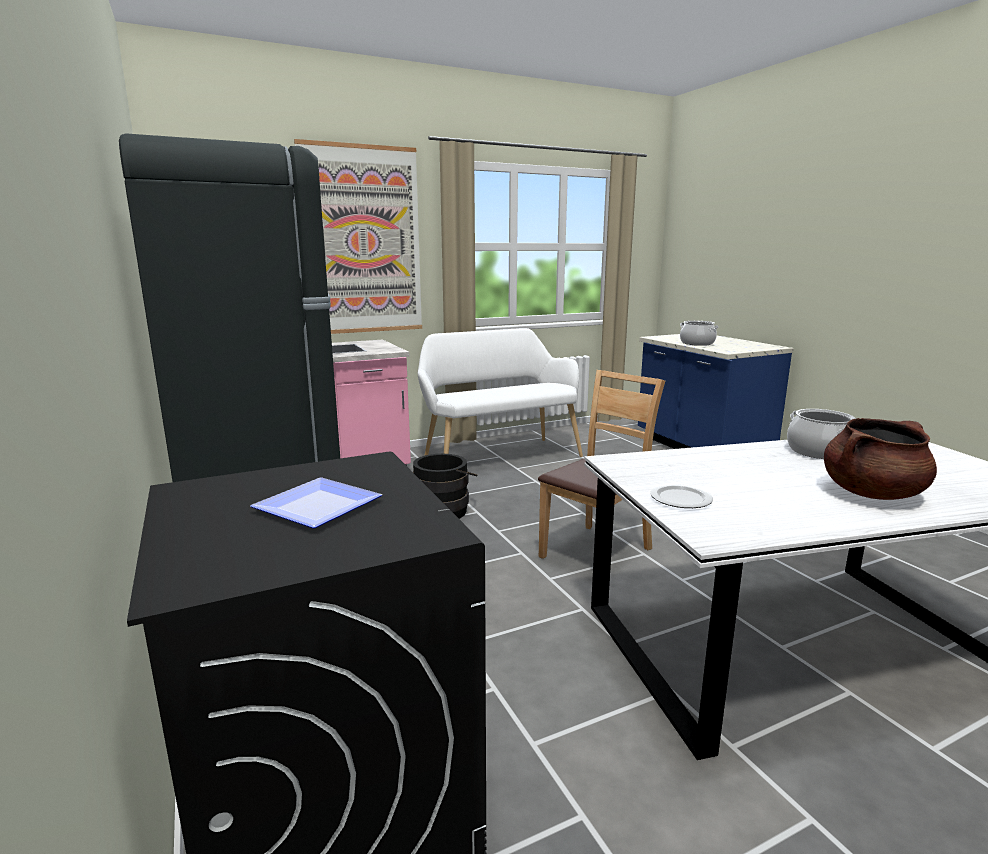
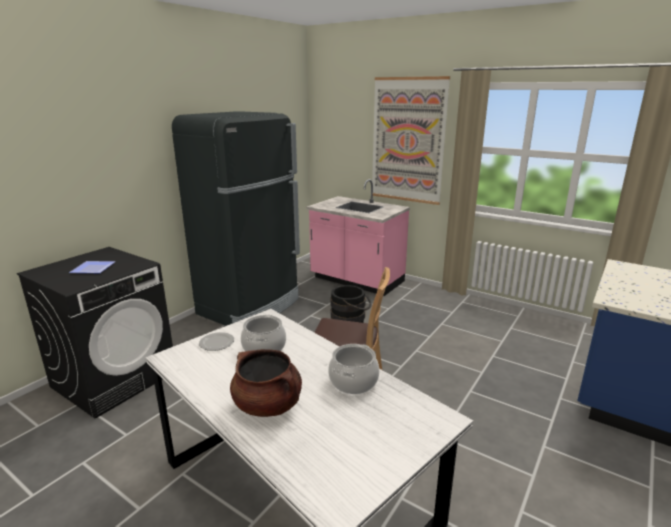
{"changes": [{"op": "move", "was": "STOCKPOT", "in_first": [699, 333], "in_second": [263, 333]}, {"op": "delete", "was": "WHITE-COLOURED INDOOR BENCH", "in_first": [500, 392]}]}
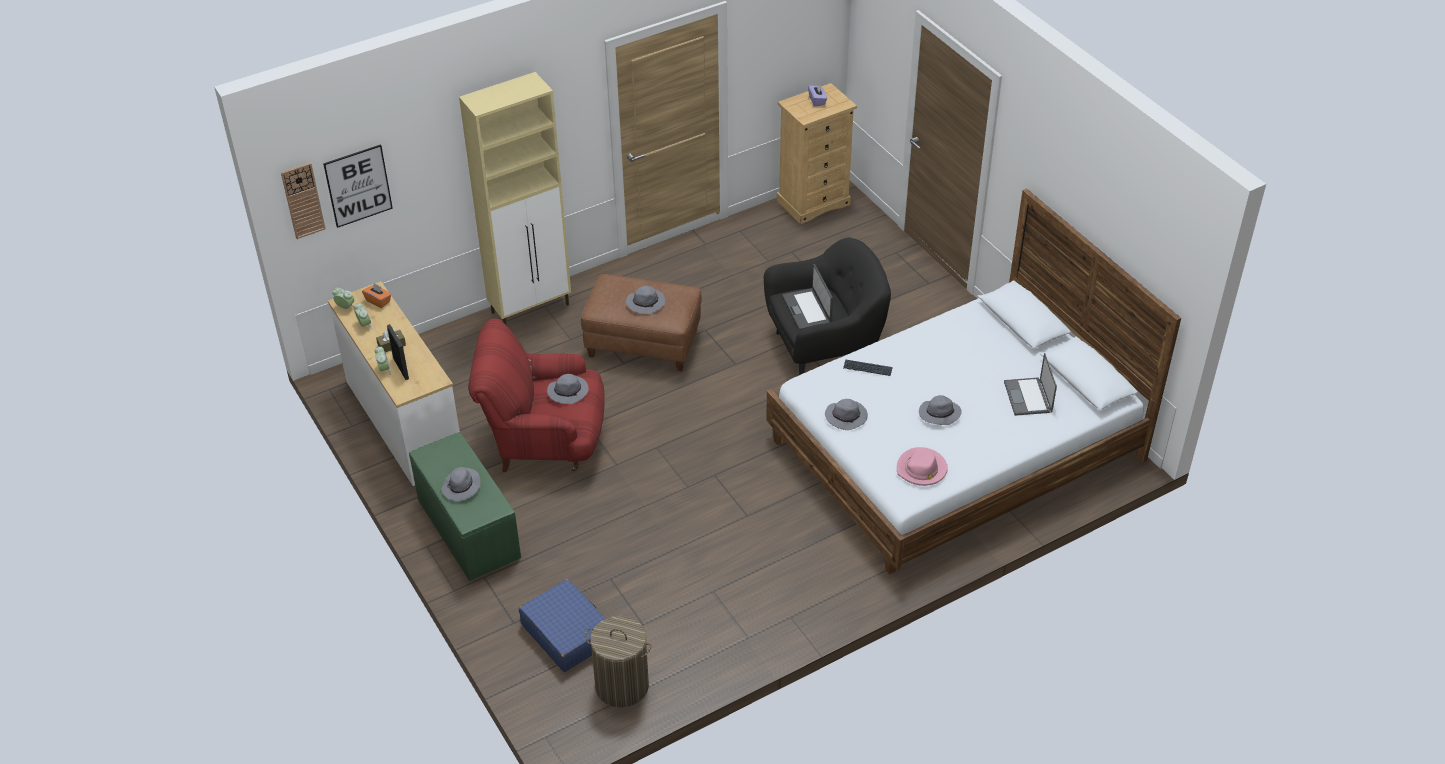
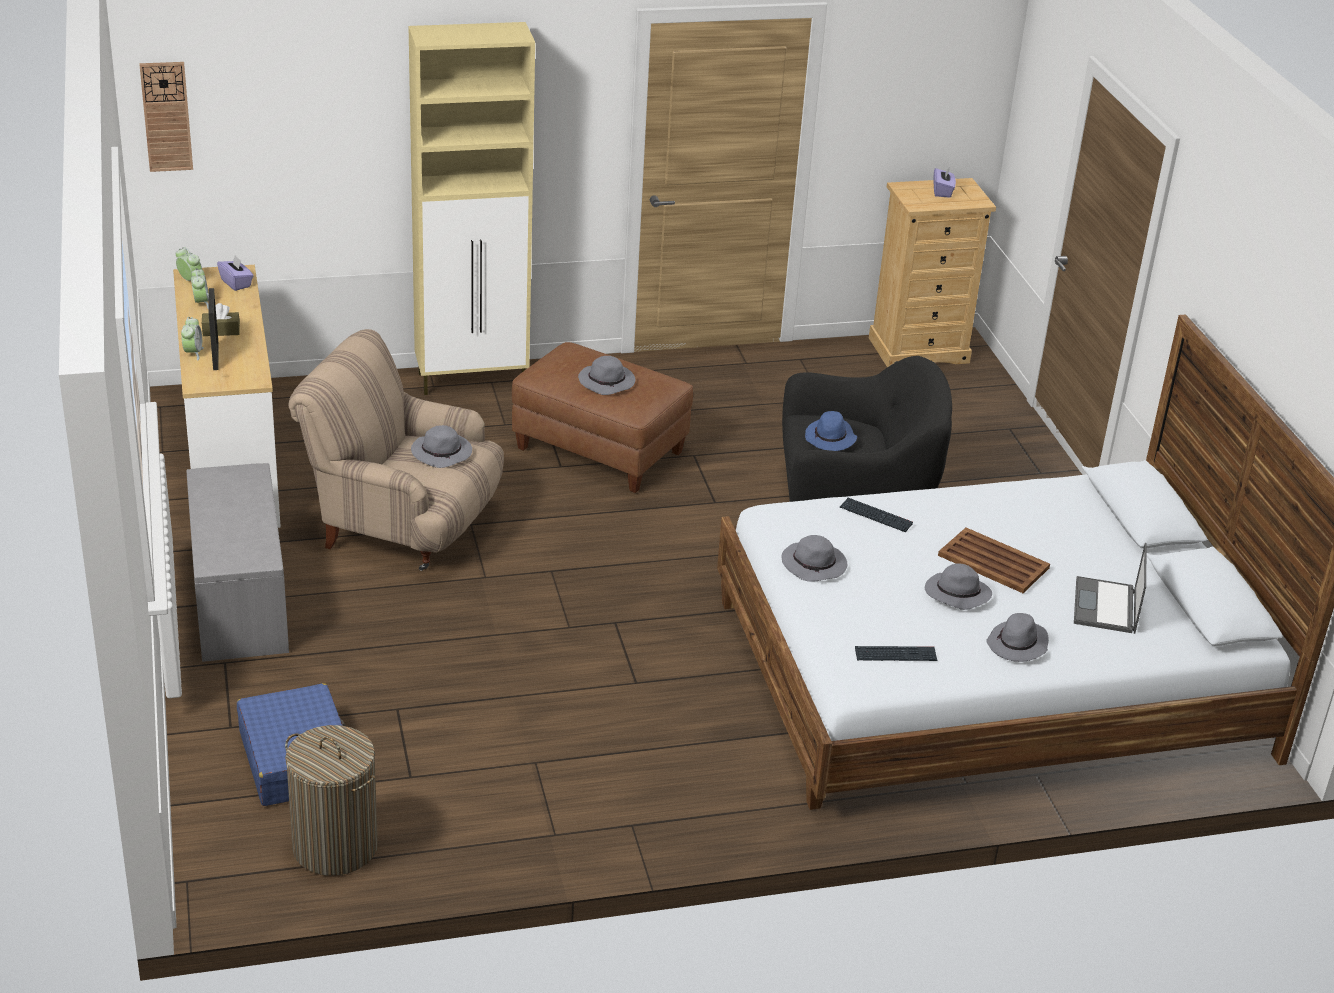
{"changes": [{"op": "delete", "was": "WALL ART", "in_first": [358, 186]}, {"op": "replace", "was": "LAPTOP", "now": "BLUE WEARABLE HAT", "in_first": [807, 297], "in_second": [831, 431]}, {"op": "recolor", "was": "ORANGE-COLOURED BOX OF TISSUES", "now": "PURPLE-COLOURED BOX OF TISSUES", "in_first": [376, 295], "in_second": [235, 273]}, {"op": "recolor", "was": "REDDISH EASY CHAIR", "now": "BEIGE EASY CHAIR", "in_first": [536, 395], "in_second": [396, 450]}, {"op": "recolor", "was": "GREEN INDOOR BENCH", "now": "GREY INDOOR BENCH", "in_first": [465, 506], "in_second": [238, 562]}, {"op": "replace", "was": "PINK-COLOURED WEARABLE HAT", "now": "KEYBOARD", "in_first": [922, 466], "in_second": [896, 653]}, {"op": "move", "was": "GREY WEARABLE HAT", "in_first": [460, 484], "in_second": [1017, 637]}, {"op": "insert", "now": "BROWN TRAY", "in_second": [994, 560]}]}
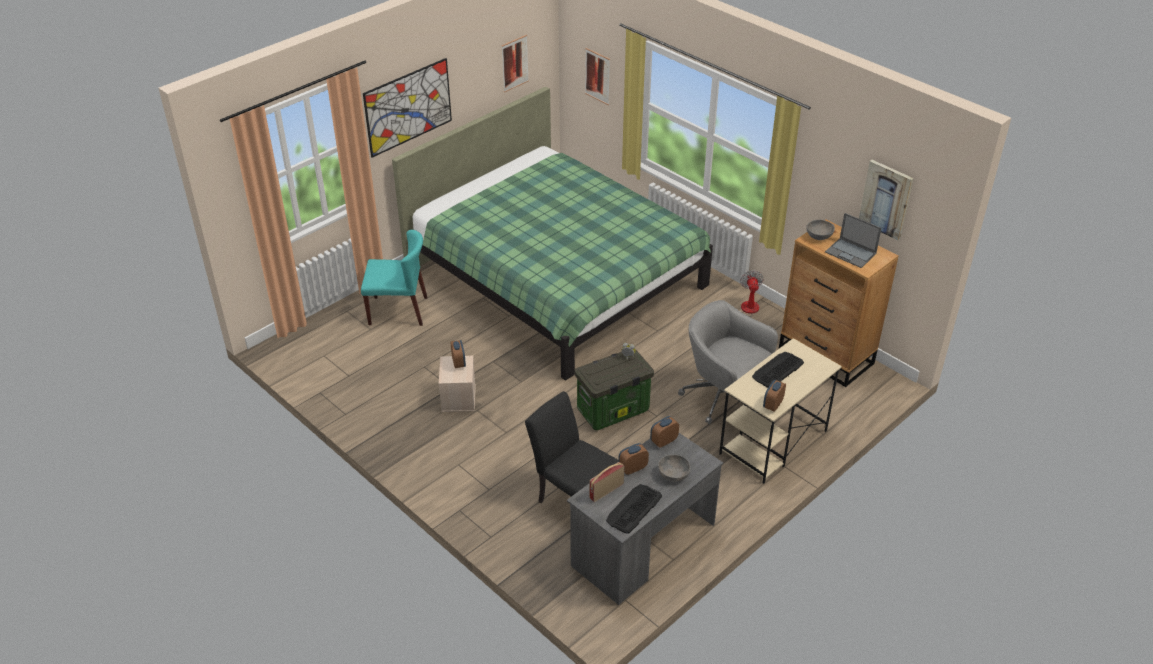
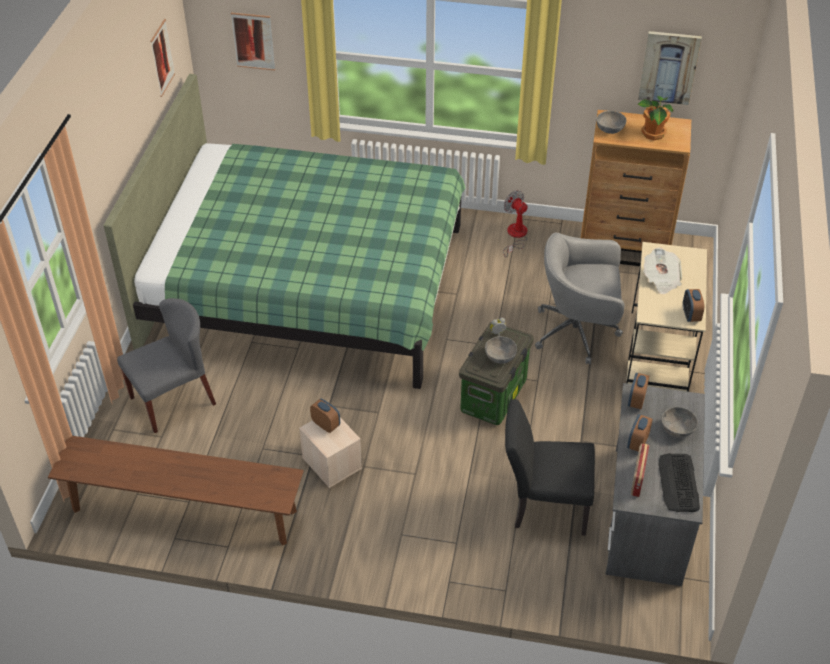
{"changes": [{"op": "delete", "was": "WALL ART", "in_first": [407, 108]}, {"op": "replace", "was": "LAPTOP", "now": "PLANT IN A POT", "in_first": [853, 240], "in_second": [655, 118]}, {"op": "recolor", "was": "TURQUOISE PLAIN CHAIR", "now": "GREY PLAIN CHAIR", "in_first": [394, 278], "in_second": [166, 365]}, {"op": "replace", "was": "KEYBOARD", "now": "PRINTED PAPER", "in_first": [778, 370], "in_second": [662, 270]}, {"op": "insert", "now": "GREY DEEP DISH", "in_second": [501, 350]}, {"op": "insert", "now": "BROWN INDOOR BENCH", "in_second": [176, 490]}]}
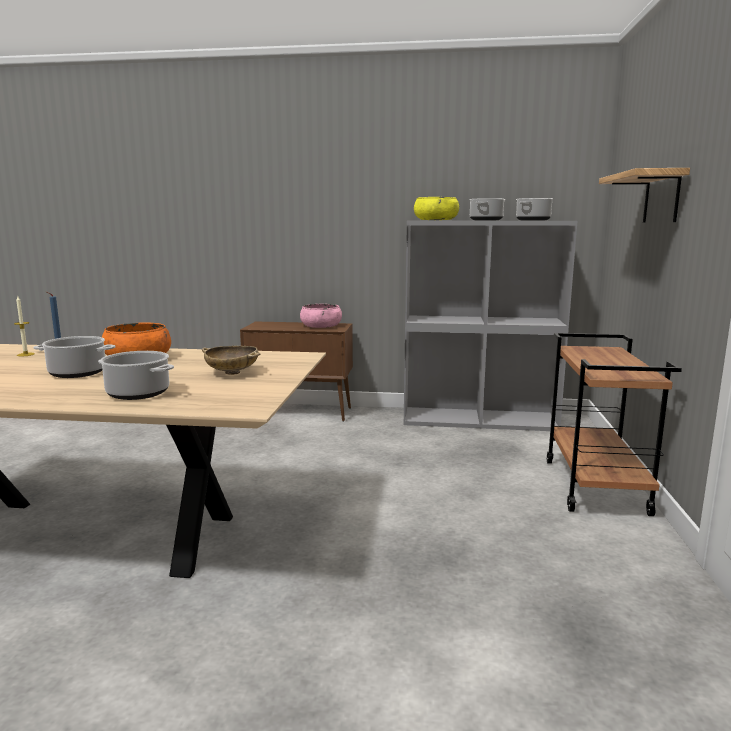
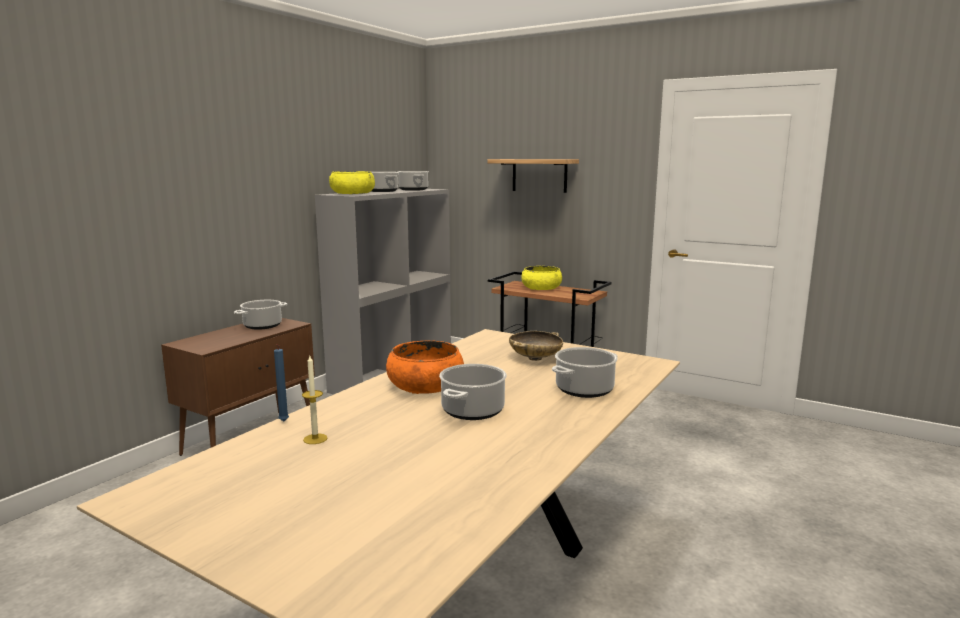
{"changes": [{"op": "replace", "was": "PINK-COLOURED DEEP DISH", "now": "STOCKPOT", "in_first": [321, 316], "in_second": [260, 315]}, {"op": "insert", "now": "YELLOW DEEP DISH", "in_second": [541, 278]}]}
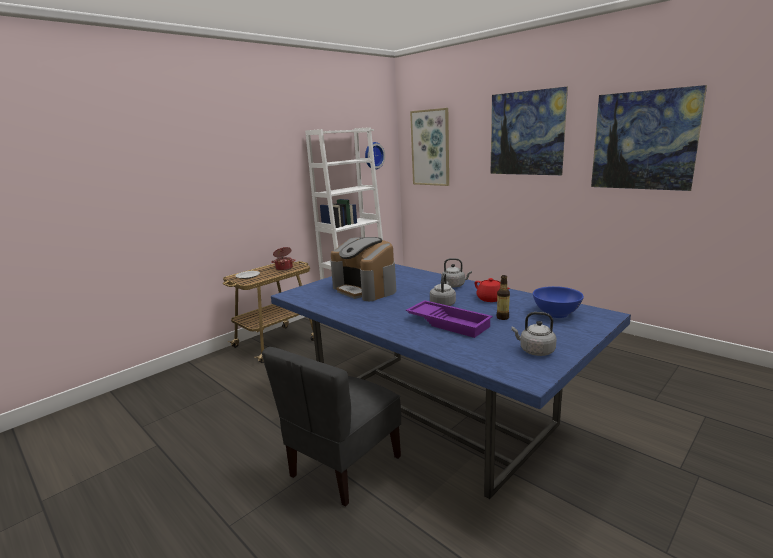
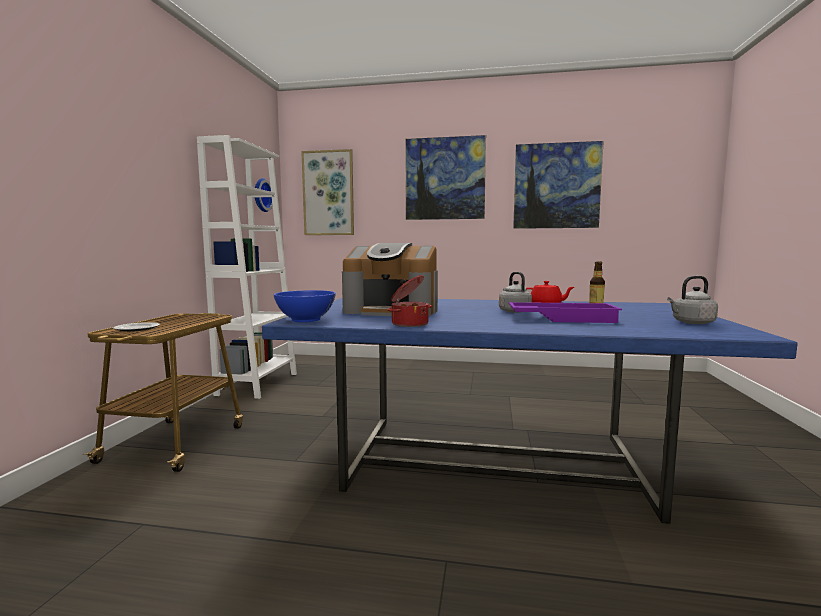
{"changes": [{"op": "move", "was": "STOCKPOT", "in_first": [283, 259], "in_second": [409, 301]}, {"op": "delete", "was": "GREY WATER KETTLE", "in_first": [456, 273]}, {"op": "move", "was": "BLUE DEEP DISH", "in_first": [558, 302], "in_second": [305, 306]}, {"op": "delete", "was": "GREY PLAIN CHAIR", "in_first": [331, 426]}]}
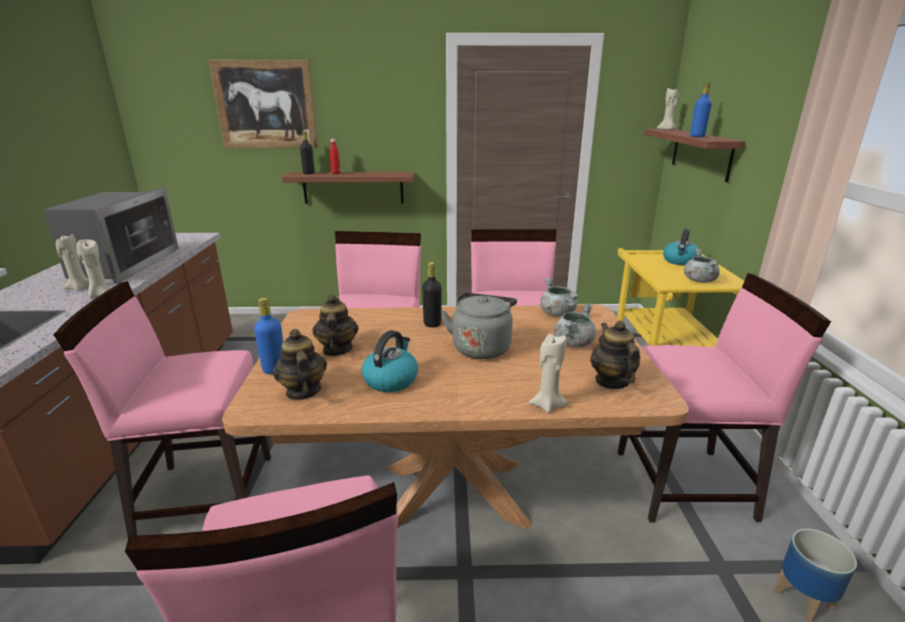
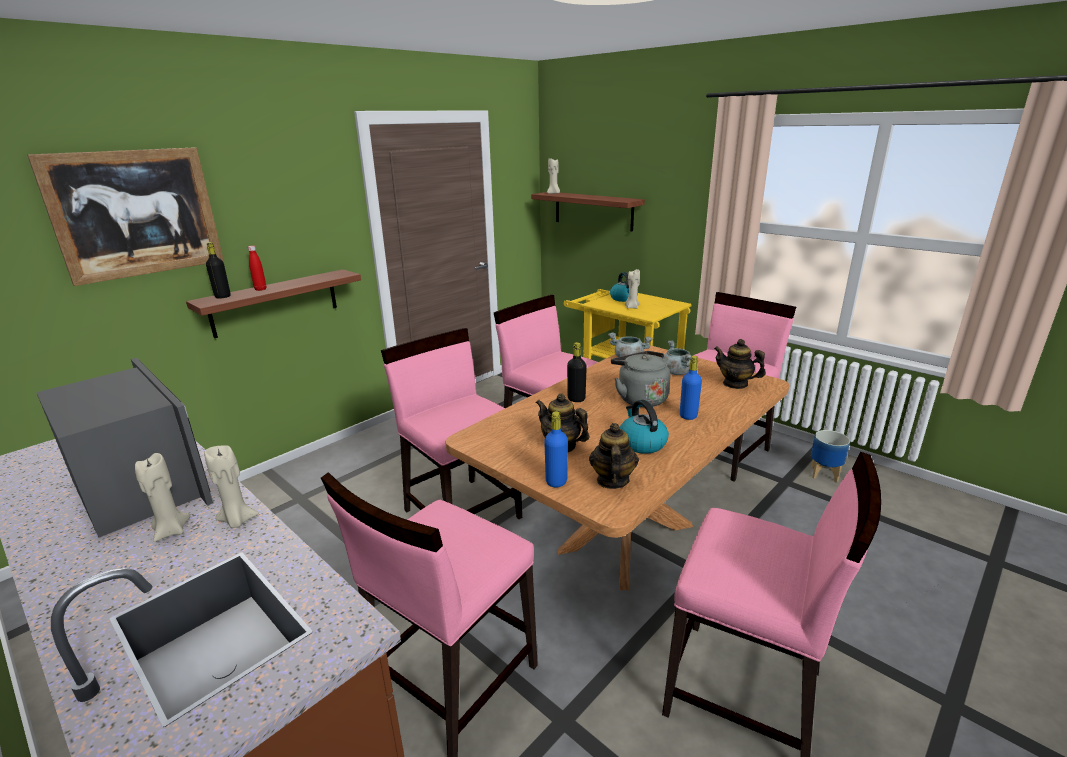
{"changes": [{"op": "move", "was": "BLUE BEVERAGE BOTTLE", "in_first": [701, 109], "in_second": [691, 388]}, {"op": "delete", "was": "GREY STOCKPOT", "in_first": [702, 265]}, {"op": "rotate", "was": "TEAPOT", "in_first": [300, 364], "in_second": [614, 456], "clockwise": 75}, {"op": "move", "was": "BEIGE WAX LIGHT", "in_first": [548, 373], "in_second": [632, 289]}]}
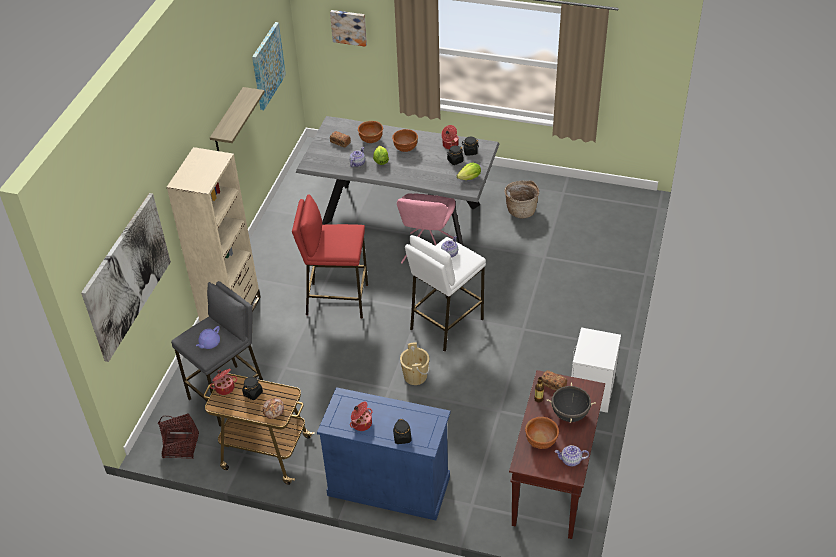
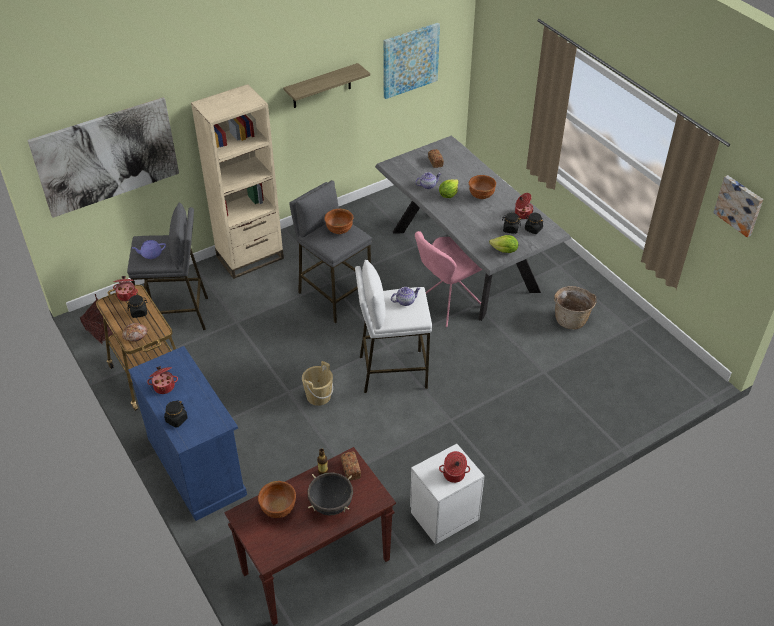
{"changes": [{"op": "move", "was": "WALL ART", "in_first": [348, 28], "in_second": [738, 206]}, {"op": "move", "was": "BROWN DEEP DISH", "in_first": [370, 132], "in_second": [338, 221]}, {"op": "recolor", "was": "REDDISH STOOL SEAT", "now": "GREY STOOL SEAT", "in_first": [330, 256], "in_second": [330, 251]}, {"op": "delete", "was": "TEAPOT", "in_first": [572, 455]}, {"op": "insert", "now": "STOCKPOT", "in_second": [454, 467]}]}
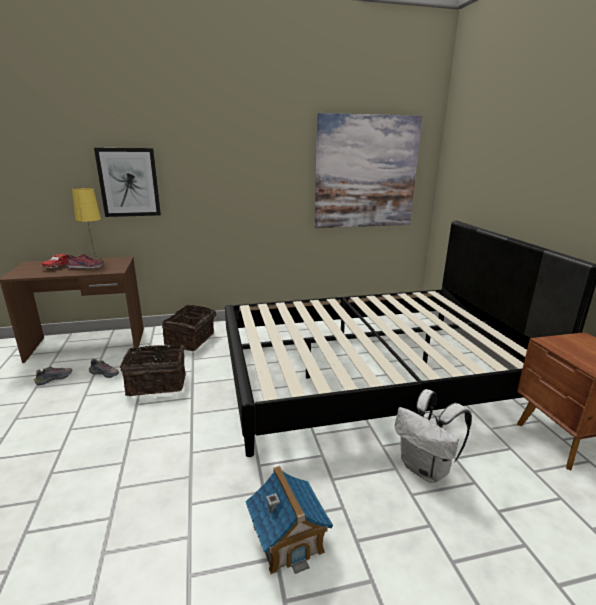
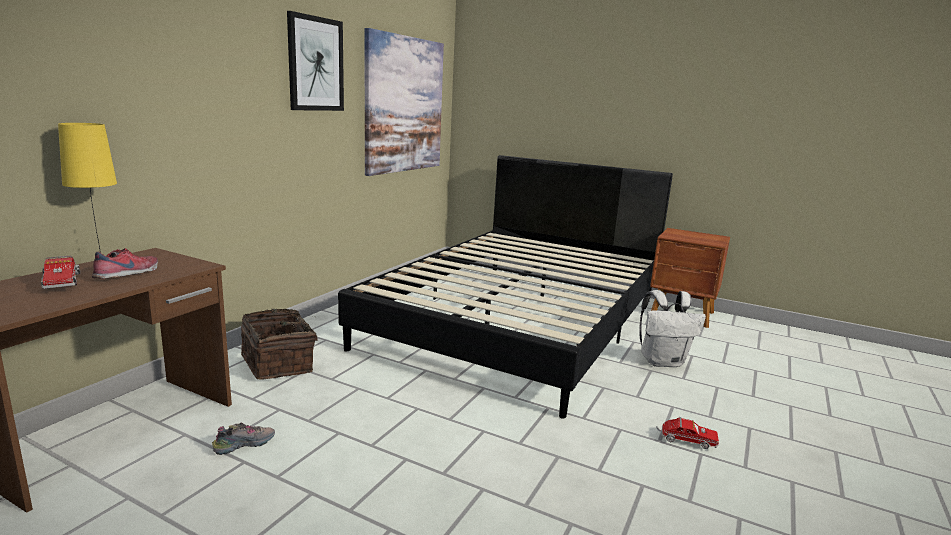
{"changes": [{"op": "move", "was": "WALL ART", "in_first": [127, 182], "in_second": [315, 61]}, {"op": "delete", "was": "STORAGE BASKET", "in_first": [153, 370]}, {"op": "delete", "was": "SHOE", "in_first": [53, 376]}, {"op": "replace", "was": "MINIATURE HOUSE", "now": "MODEL TRUCK", "in_first": [289, 520], "in_second": [687, 433]}]}
